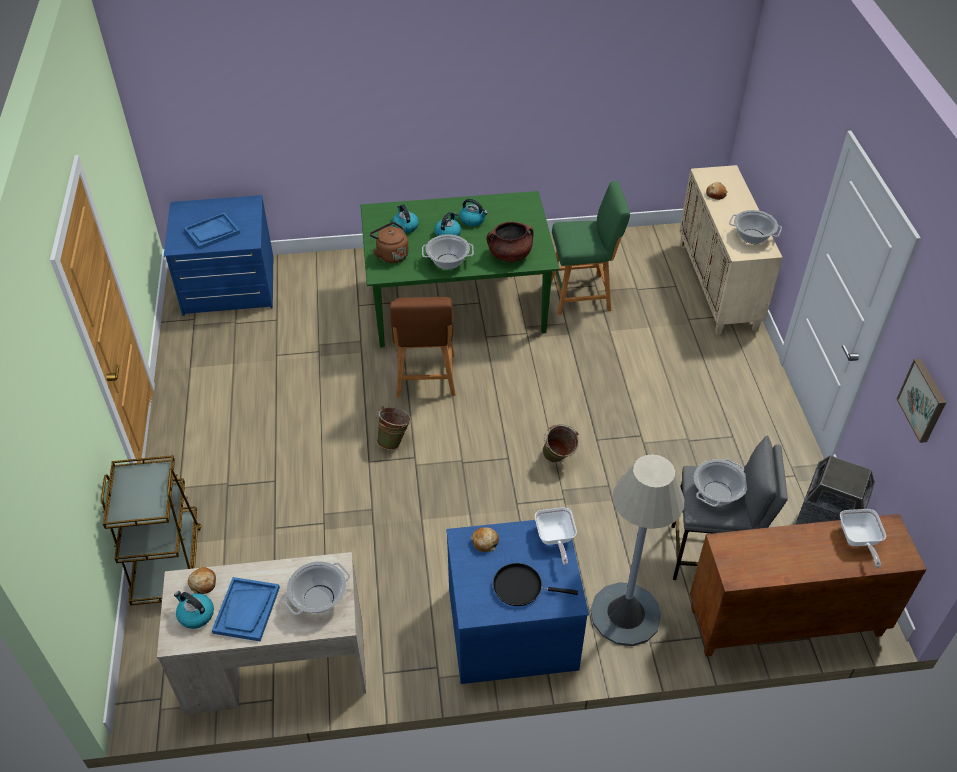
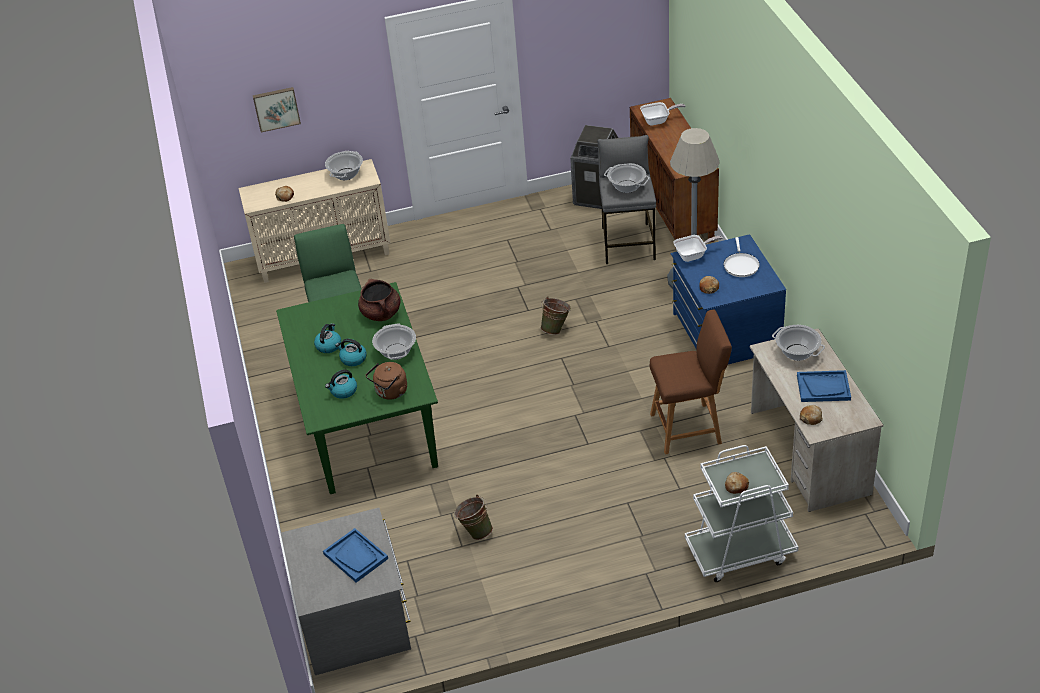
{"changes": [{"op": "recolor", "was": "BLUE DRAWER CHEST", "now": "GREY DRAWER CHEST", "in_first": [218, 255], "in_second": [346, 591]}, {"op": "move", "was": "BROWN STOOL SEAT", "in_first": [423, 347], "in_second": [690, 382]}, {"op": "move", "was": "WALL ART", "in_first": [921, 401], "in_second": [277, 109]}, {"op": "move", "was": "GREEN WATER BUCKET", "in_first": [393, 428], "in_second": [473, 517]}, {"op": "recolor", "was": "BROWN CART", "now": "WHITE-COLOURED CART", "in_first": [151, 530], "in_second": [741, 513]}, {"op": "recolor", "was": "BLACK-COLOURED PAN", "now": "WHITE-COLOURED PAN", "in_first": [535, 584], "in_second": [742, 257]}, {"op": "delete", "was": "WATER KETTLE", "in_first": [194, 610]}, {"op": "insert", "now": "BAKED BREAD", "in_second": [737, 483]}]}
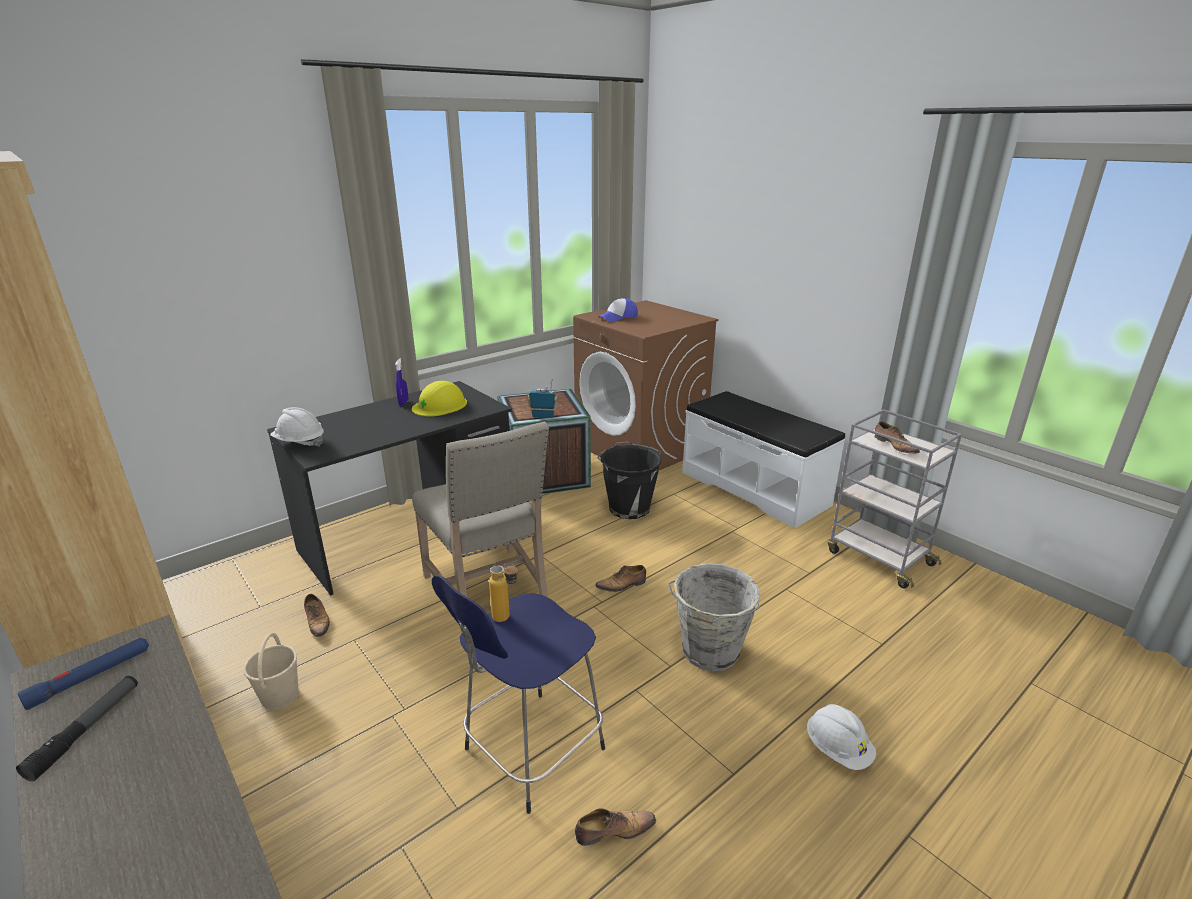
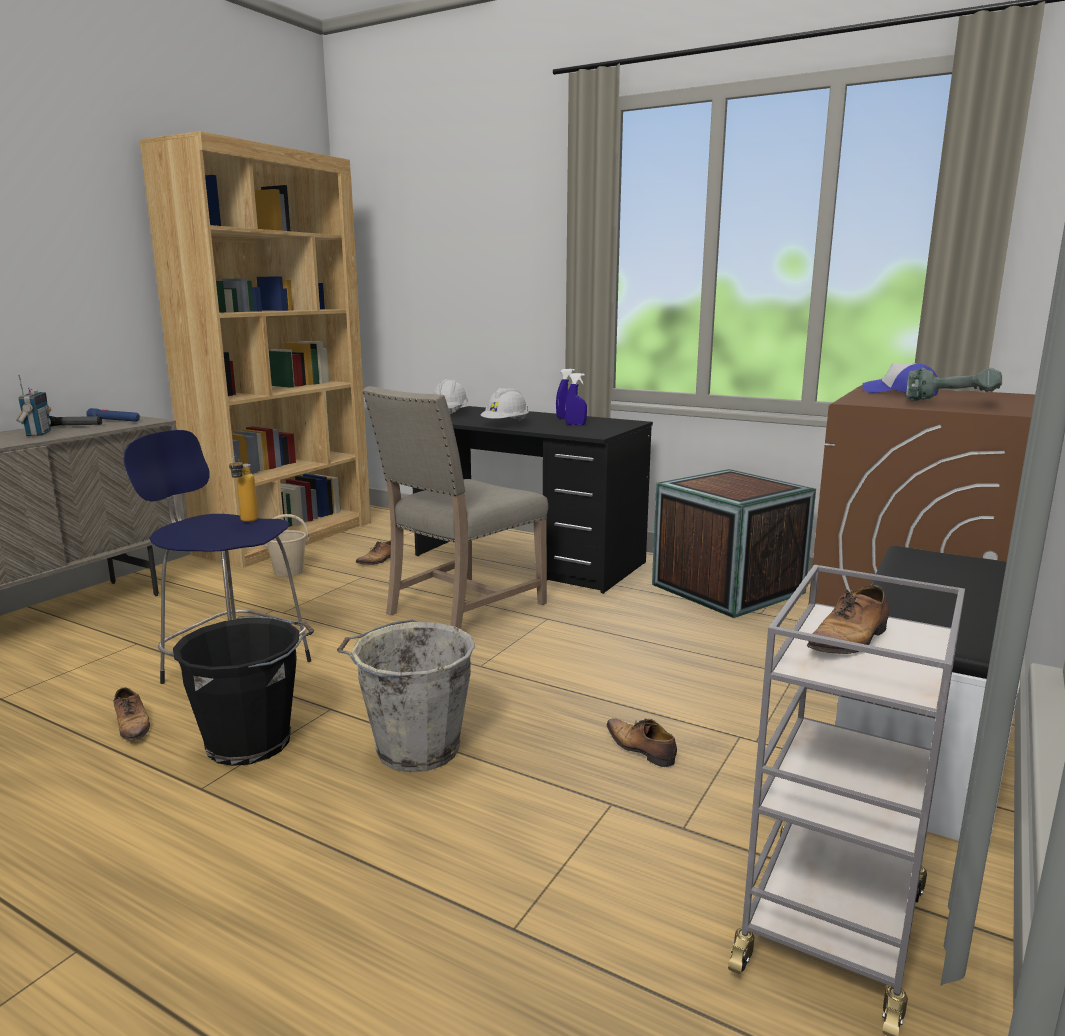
{"changes": [{"op": "move", "was": "RADIO RECEIVER", "in_first": [542, 398], "in_second": [33, 405]}, {"op": "replace", "was": "YELLOW WORK HELMET", "now": "BLUE HAND SPRAYER", "in_first": [439, 398], "in_second": [576, 399]}, {"op": "move", "was": "BLACK-COLOURED WATER BUCKET", "in_first": [629, 480], "in_second": [243, 691]}, {"op": "move", "was": "SHOE", "in_first": [620, 578], "in_second": [642, 742]}, {"op": "move", "was": "WHITE-COLOURED WORK HELMET", "in_first": [841, 737], "in_second": [504, 404]}, {"op": "insert", "now": "ELECTRIC DRILL", "in_second": [954, 384]}]}
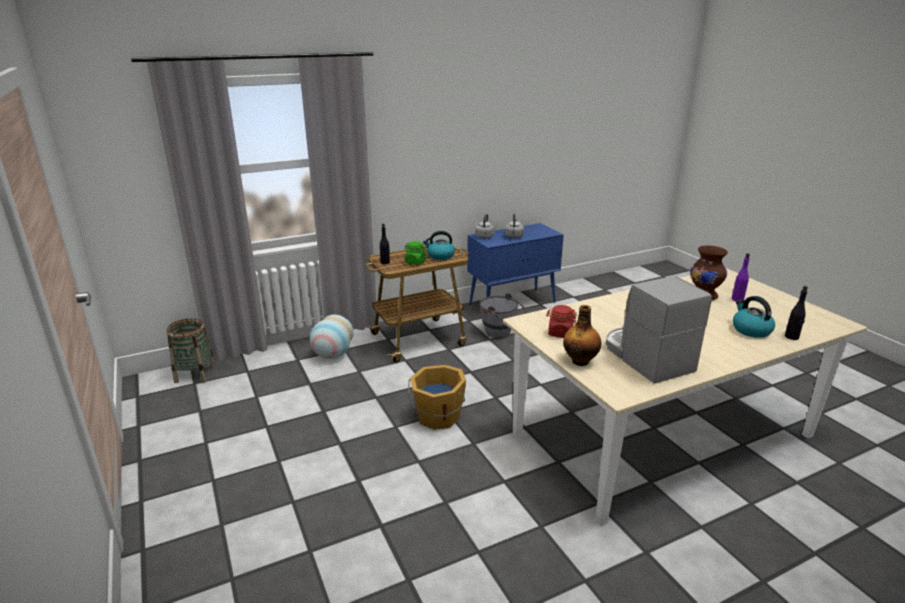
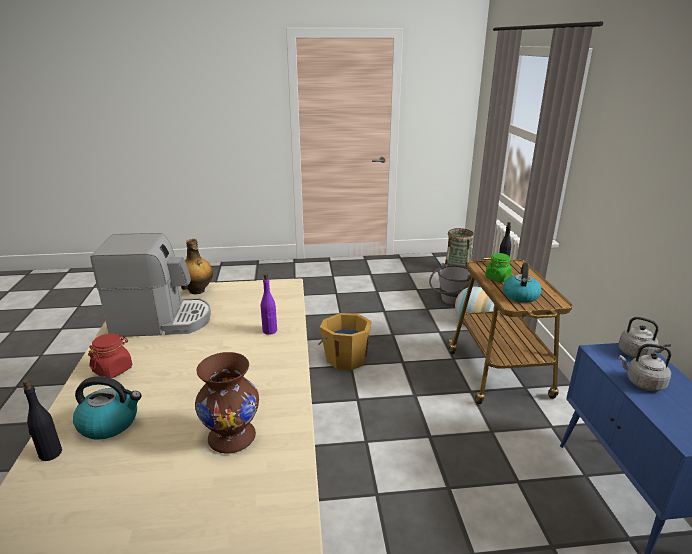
{"changes": [{"op": "move", "was": "PURPLE-COLOURED BEVERAGE BOTTLE", "in_first": [741, 277], "in_second": [269, 304]}, {"op": "move", "was": "GREY WATER BUCKET", "in_first": [503, 315], "in_second": [450, 284]}, {"op": "move", "was": "REDDISH STORAGE JAR", "in_first": [561, 321], "in_second": [110, 355]}]}
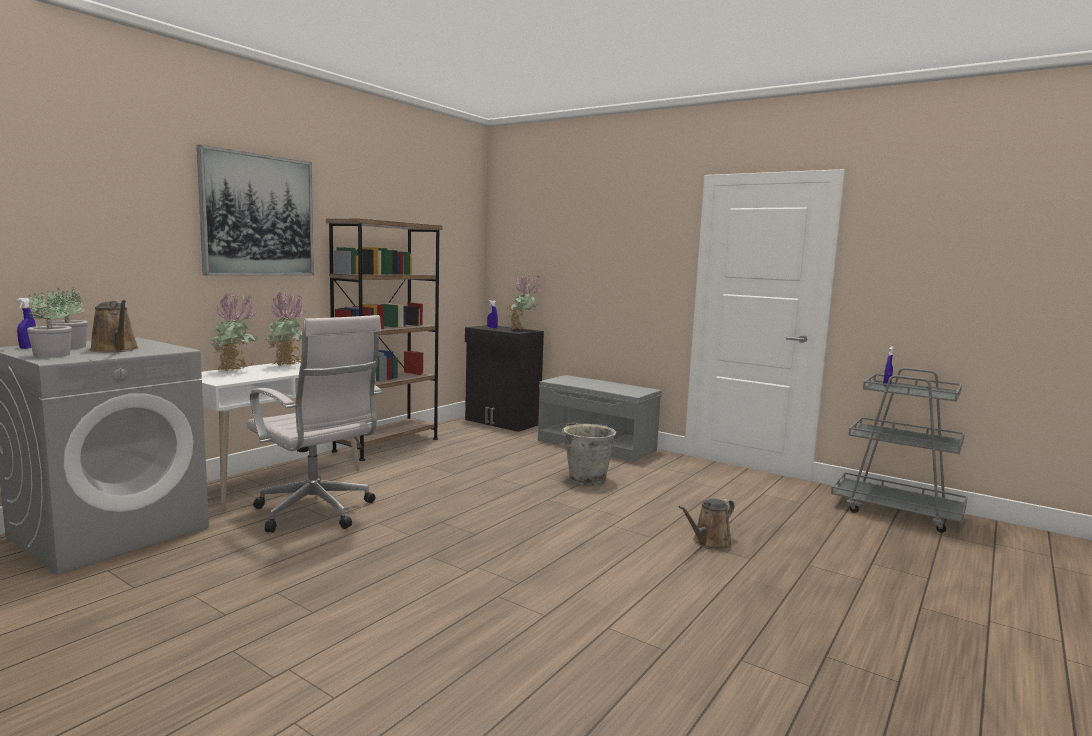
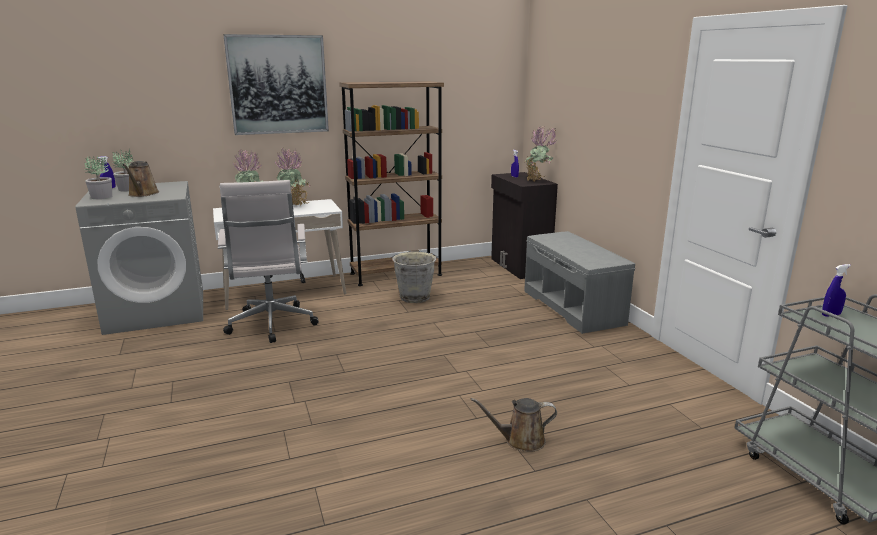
{"changes": [{"op": "move", "was": "GREY WATER BUCKET", "in_first": [589, 454], "in_second": [415, 276]}]}
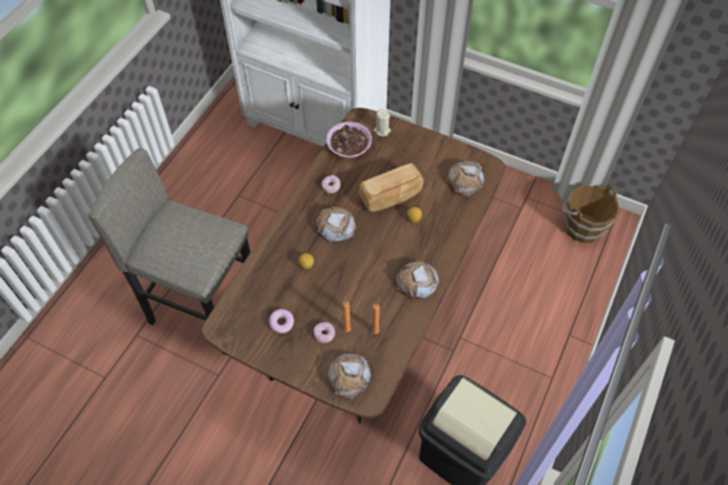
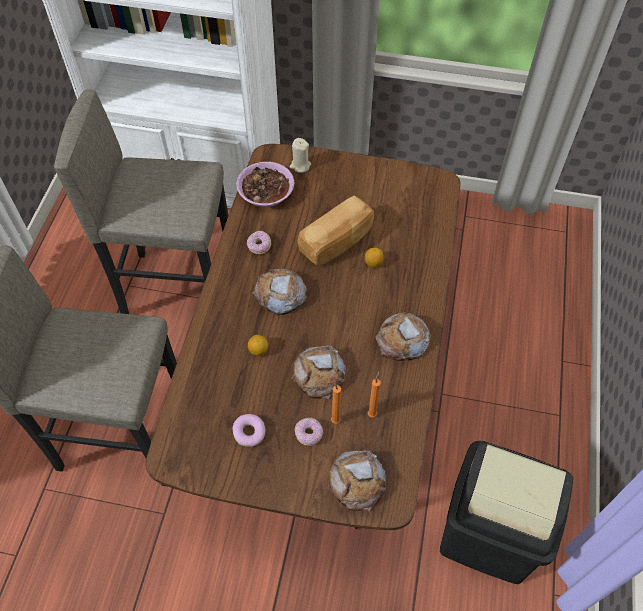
{"changes": [{"op": "move", "was": "BAKED BREAD", "in_first": [465, 179], "in_second": [318, 373]}, {"op": "delete", "was": "BROWN WATER BUCKET", "in_first": [591, 214]}, {"op": "insert", "now": "GREY STOOL SEAT", "in_second": [141, 201]}]}
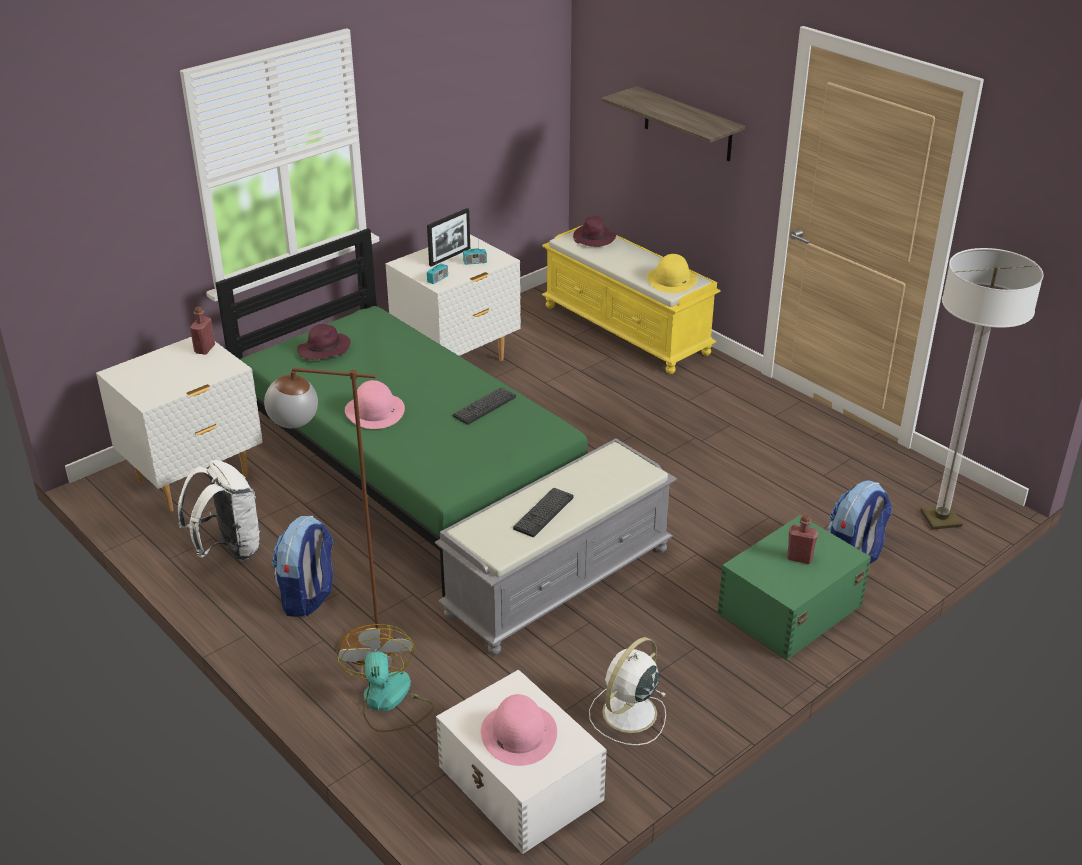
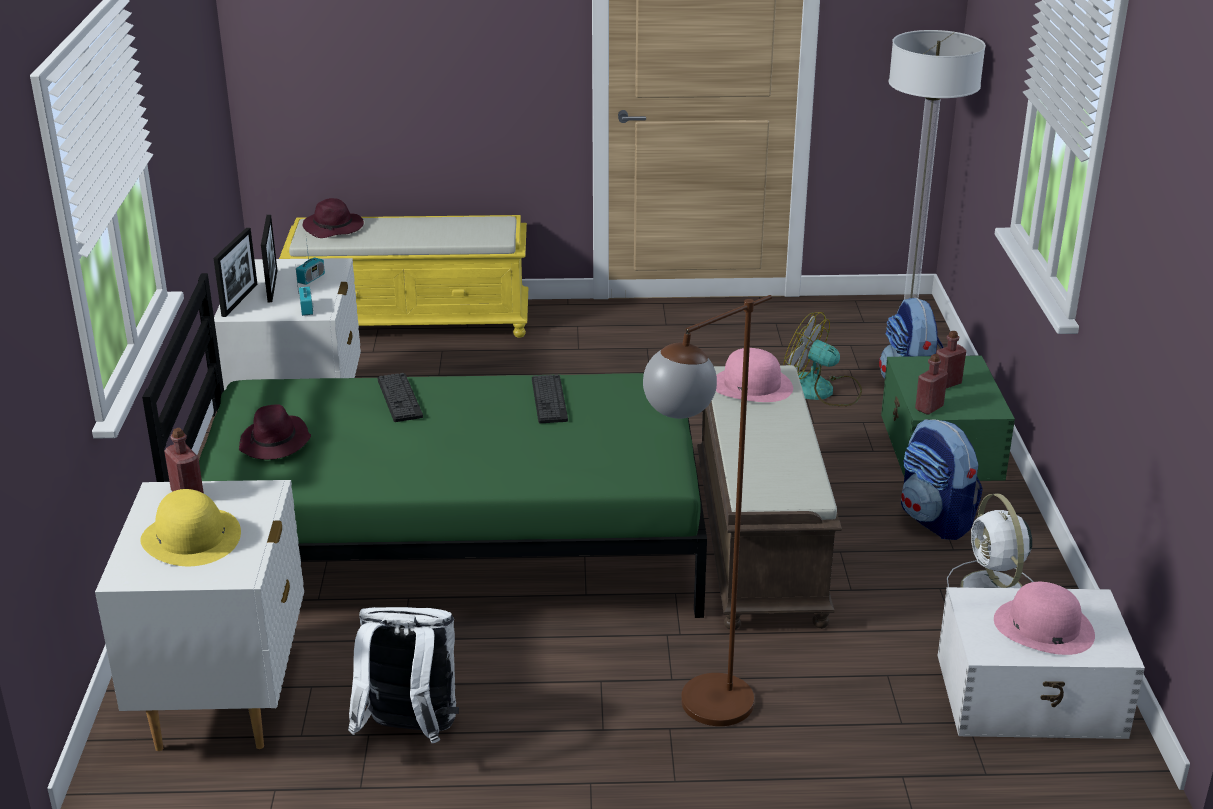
{"changes": [{"op": "delete", "was": "WALL SHELF", "in_first": [673, 123]}, {"op": "move", "was": "YELLOW WEARABLE HAT", "in_first": [672, 273], "in_second": [190, 527]}, {"op": "move", "was": "PINK-COLOURED WEARABLE HAT", "in_first": [375, 404], "in_second": [754, 375]}, {"op": "recolor", "was": "GREY INDOOR BENCH", "now": "BROWN INDOOR BENCH", "in_first": [556, 546], "in_second": [769, 497]}, {"op": "move", "was": "KEYBOARD", "in_first": [543, 512], "in_second": [400, 397]}, {"op": "move", "was": "RUCKSACK", "in_first": [302, 566], "in_second": [942, 479]}, {"op": "move", "was": "COOLING FAN", "in_first": [385, 678], "in_second": [822, 359]}, {"op": "insert", "now": "PHOTO FRAME", "in_second": [235, 272]}, {"op": "insert", "now": "REDDISH BEVERAGE BOTTLE", "in_second": [931, 384]}]}
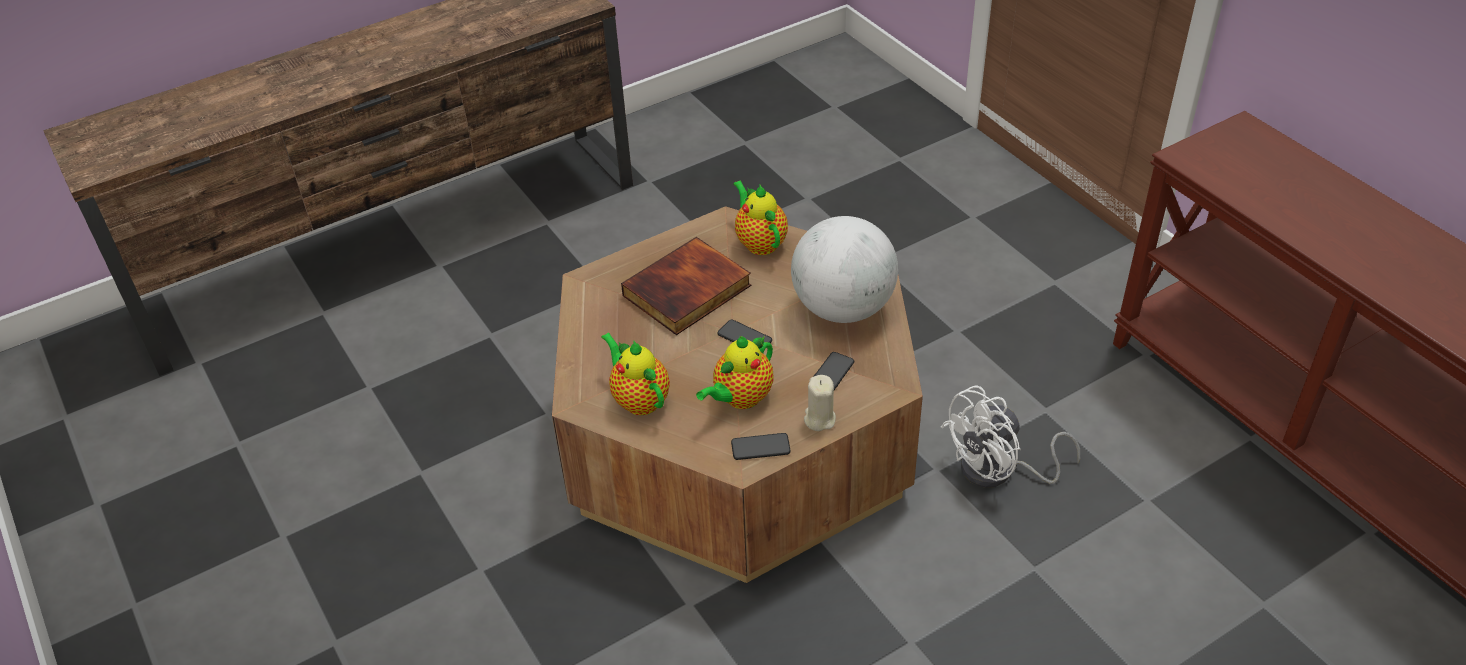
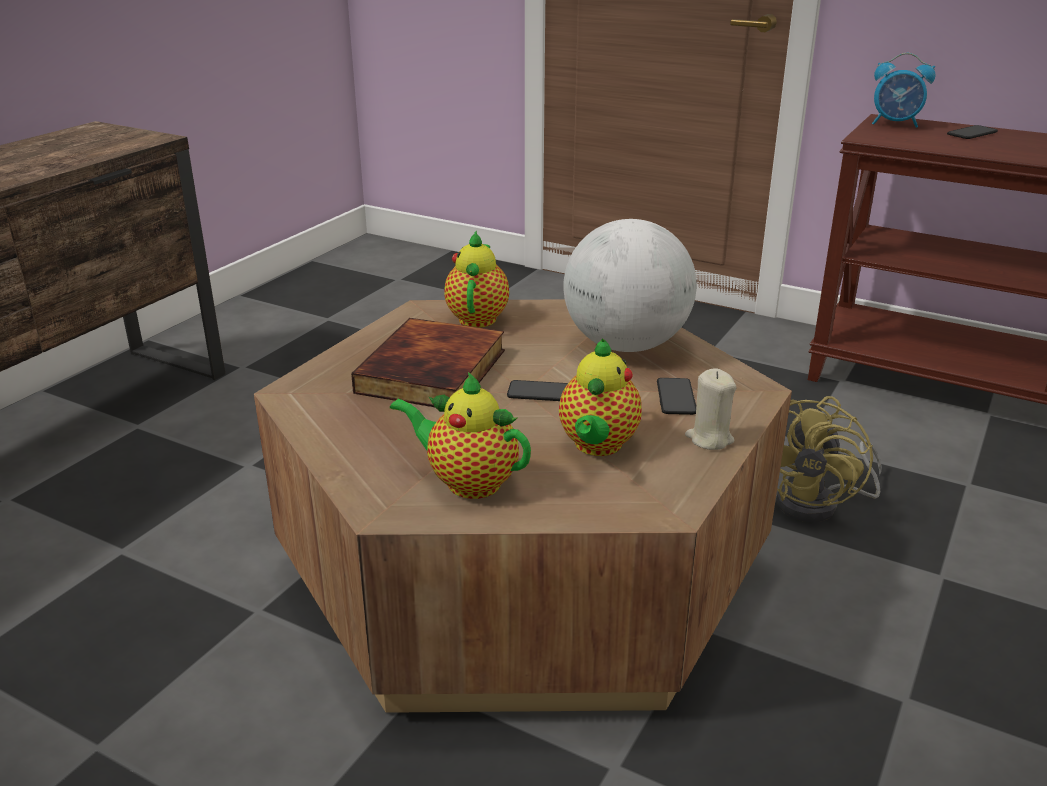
{"changes": [{"op": "rotate", "was": "TEAPOT", "in_first": [760, 218], "in_second": [476, 279], "clockwise": 60}, {"op": "recolor", "was": "WHITE-COLOURED COOLING FAN", "now": "YELLOW COOLING FAN", "in_first": [1010, 436], "in_second": [829, 459]}, {"op": "move", "was": "TELEPHONE", "in_first": [761, 446], "in_second": [972, 132]}, {"op": "insert", "now": "ALARM CLOCK", "in_second": [903, 90]}]}
